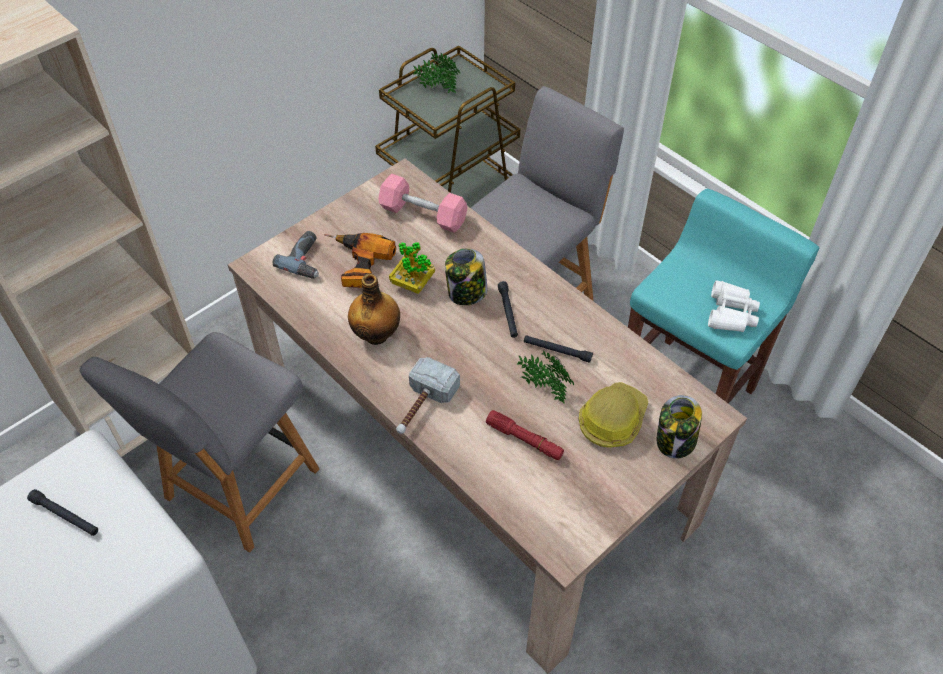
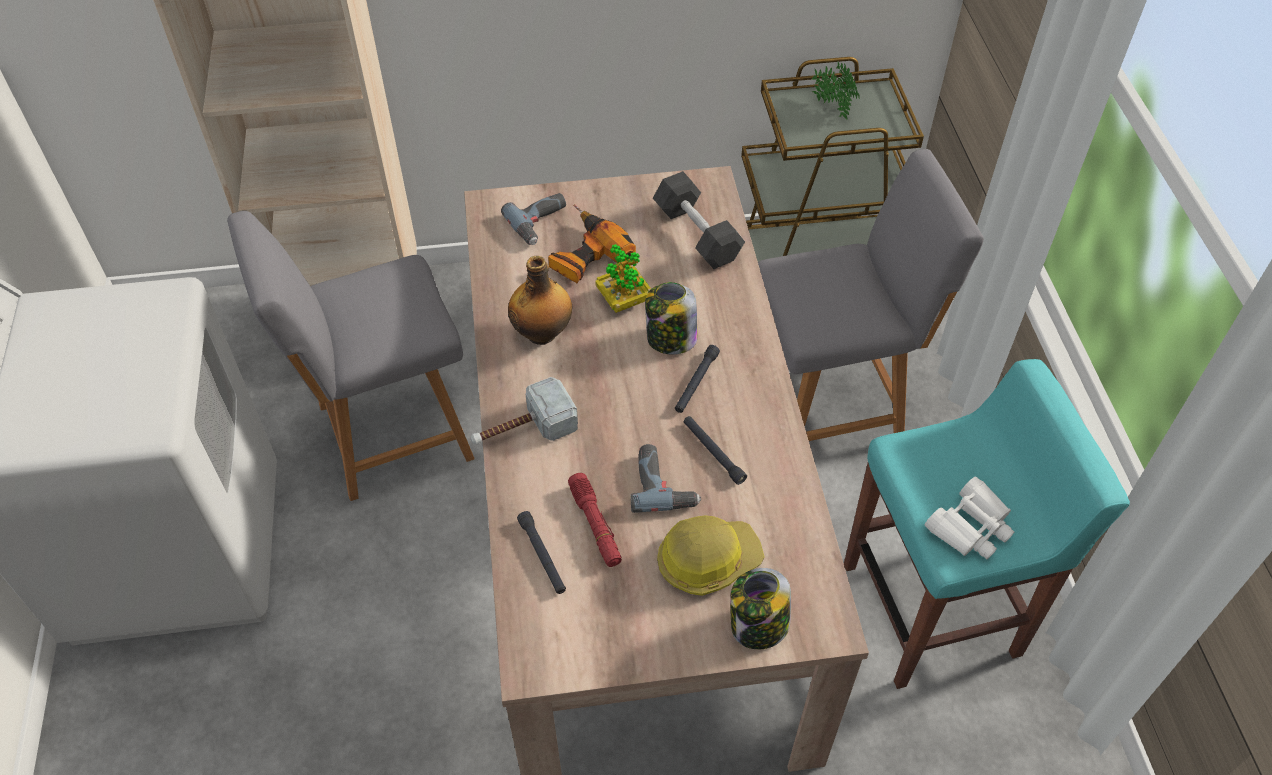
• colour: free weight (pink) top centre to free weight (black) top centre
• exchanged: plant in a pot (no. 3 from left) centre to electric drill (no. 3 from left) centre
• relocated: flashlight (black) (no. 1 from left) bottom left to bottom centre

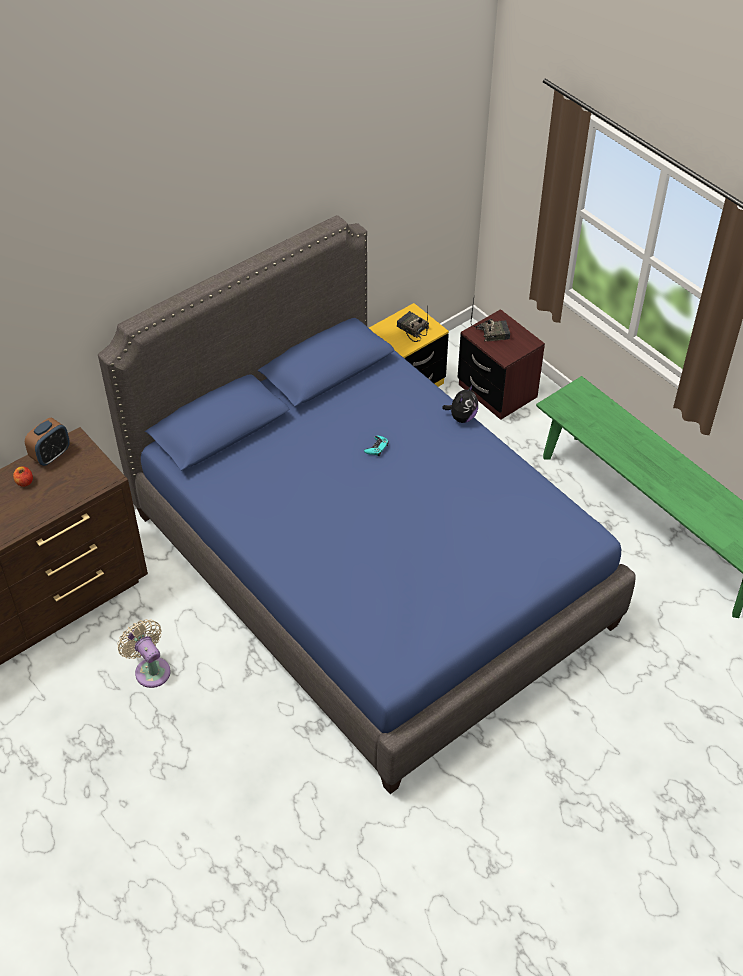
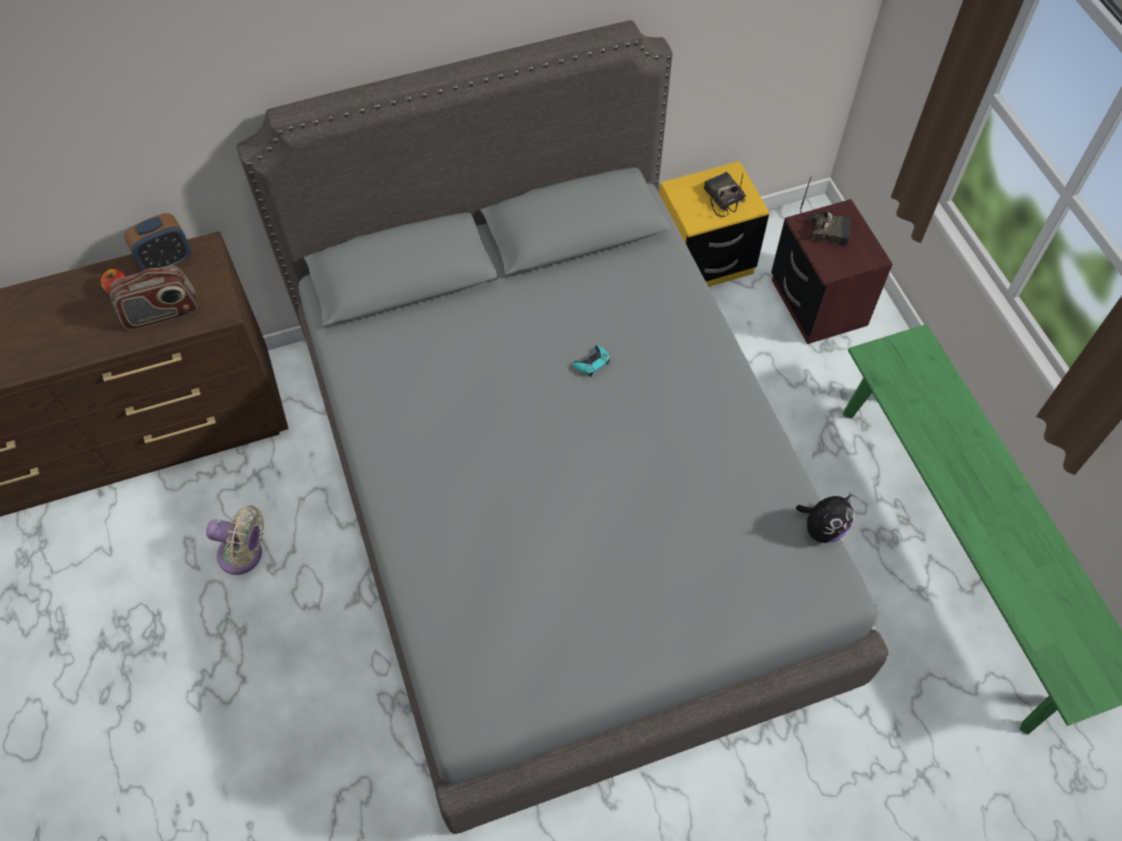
• colour: bedroom bed (bluish) centre to bedroom bed (gray) centre
• relocated: soft toy centre to middle right
• spun: fan (beige) bottom left = middle left 120 degrees clockwise
• appeared: radio receiver (no. 1 from left) middle left

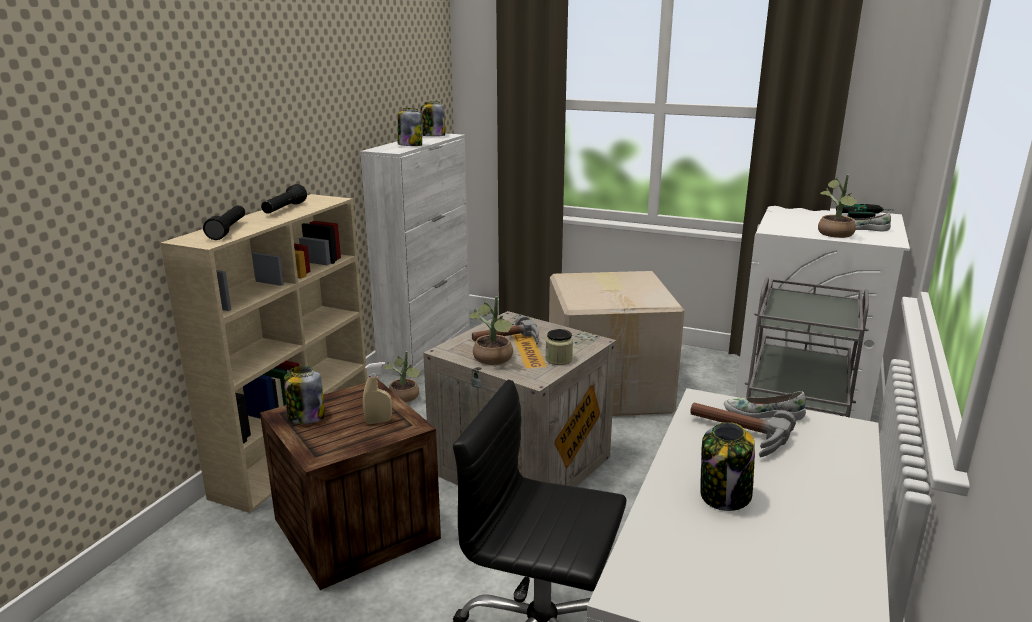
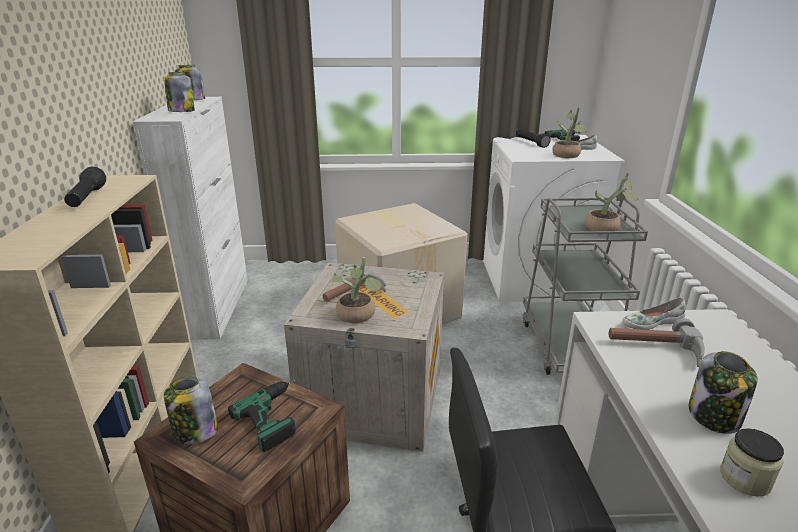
• relocated: flashlight (black) (no. 1 from left in the first image) middle left to flashlight (black) (no. 2 from left) top right
• relocated: preserve jar (no. 4 from left in the first image) centre to preserve jar (no. 5 from left) bottom right
• relocated: plant in a pot (no. 1 from left in the first image) centre to plant in a pot (no. 3 from left) middle right
• exchanged: hand sprayer (beige) centre to electric drill (no. 1 from left) bottom left

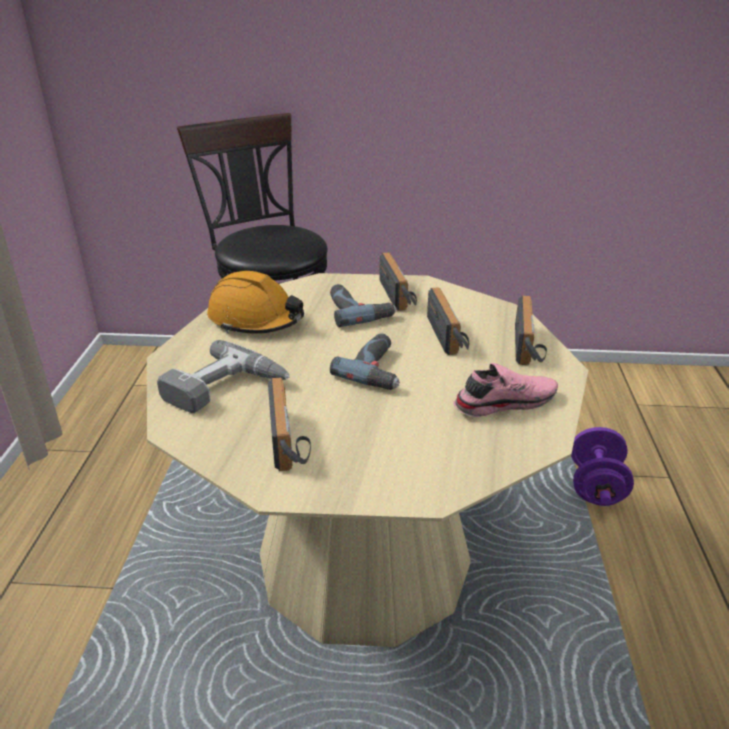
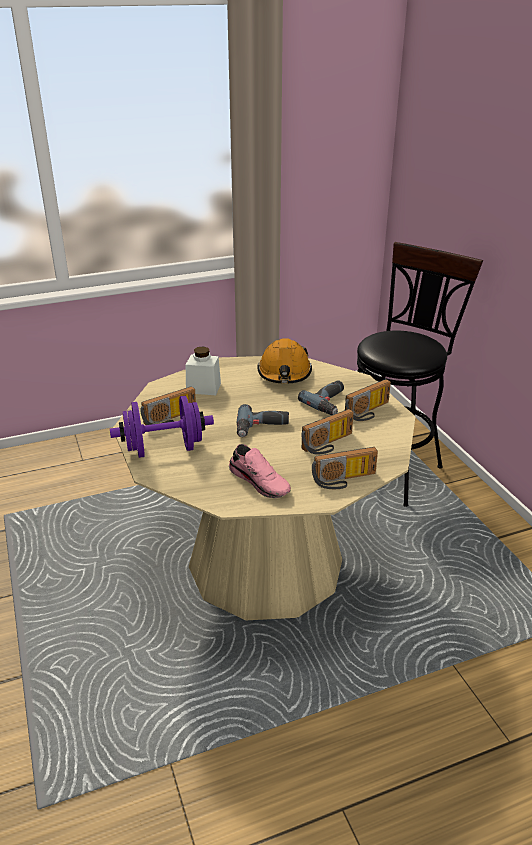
• exchanged: electric drill (no. 1 from left) middle left to preserve jar (white) centre
• relocated: free weight (purple-coloured) middle right to middle left

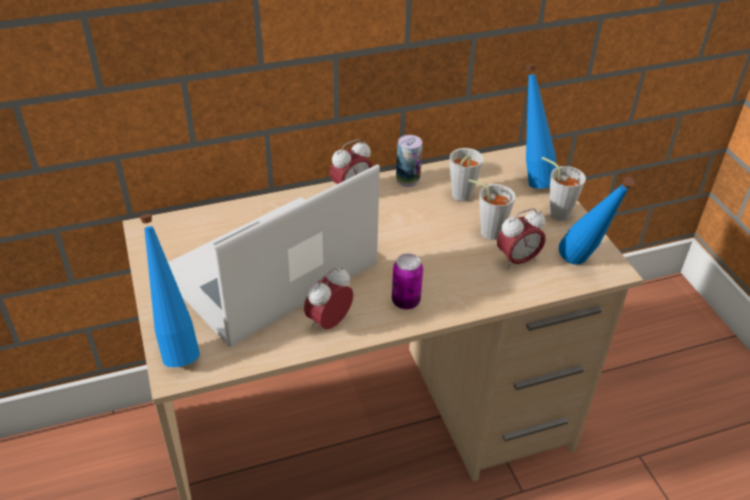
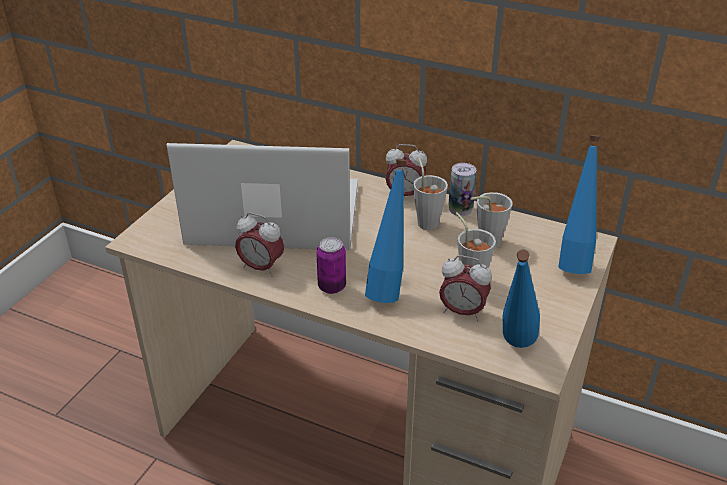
• relocated: drinking cup (gray) (no. 3 from left in the first image) middle right to drinking cup (gray) (no. 1 from left) centre
• relocated: bottle (bluish) (no. 1 from left) middle left to centre
• spun: alarm clock (no. 1 from left) centre = centre 150 degrees counterclockwise

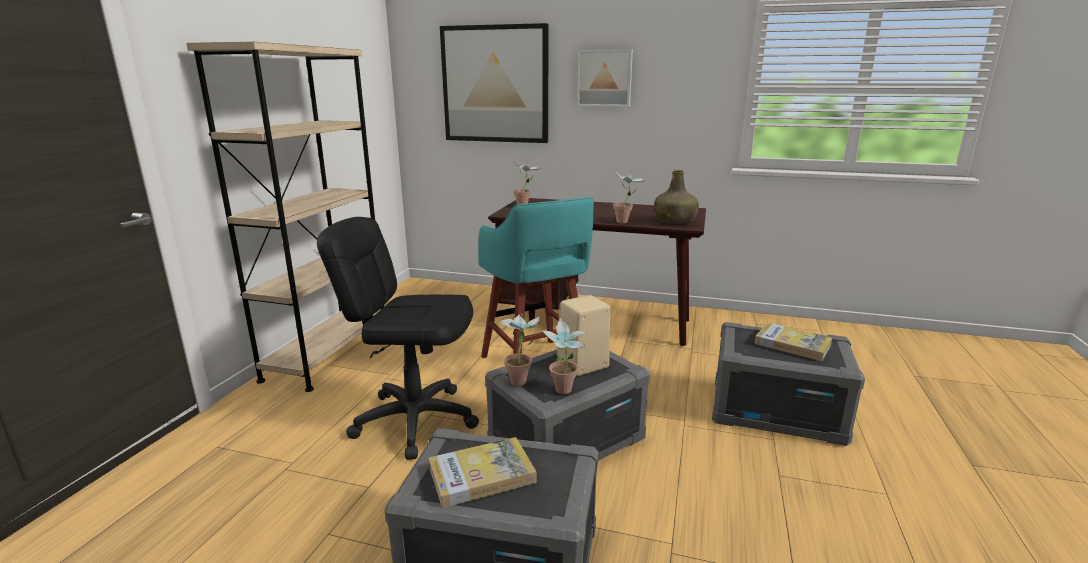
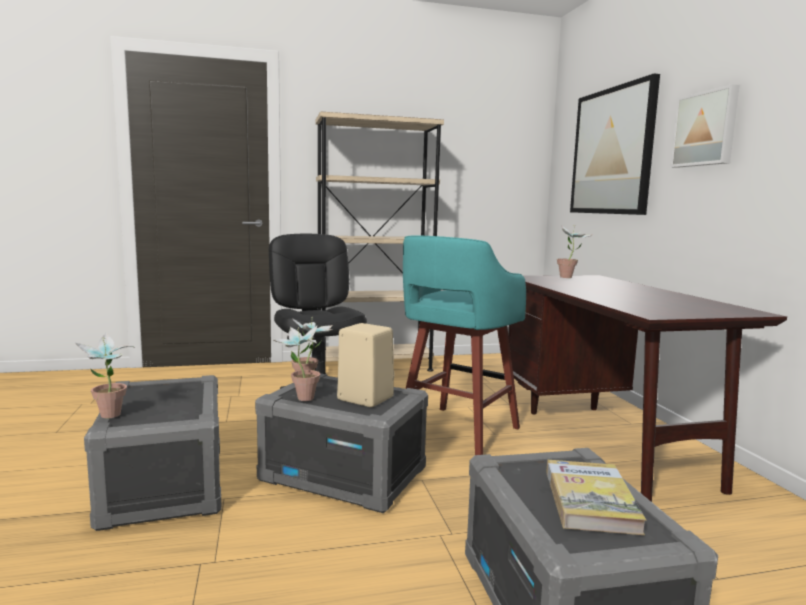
• missing: bottle (greenish) centre
• relocated: plant in a pot (no. 4 from left in the first image) centre to plant in a pot (no. 1 from left) middle left
• missing: book (no. 1 from left) bottom centre

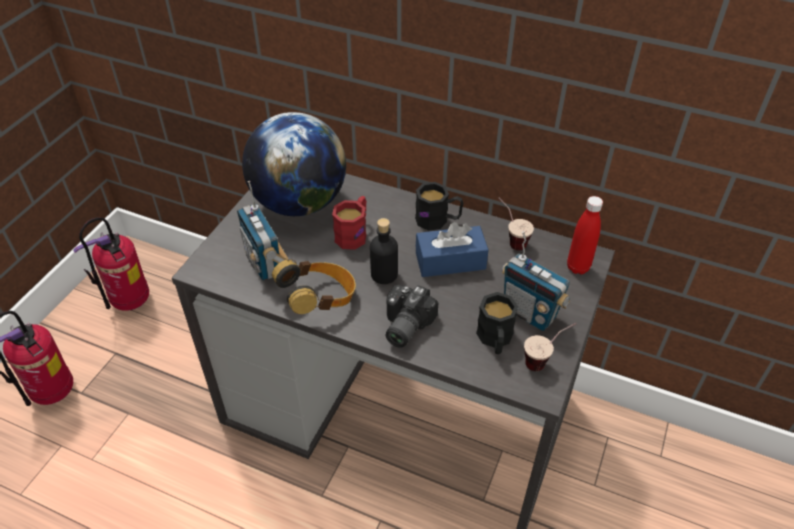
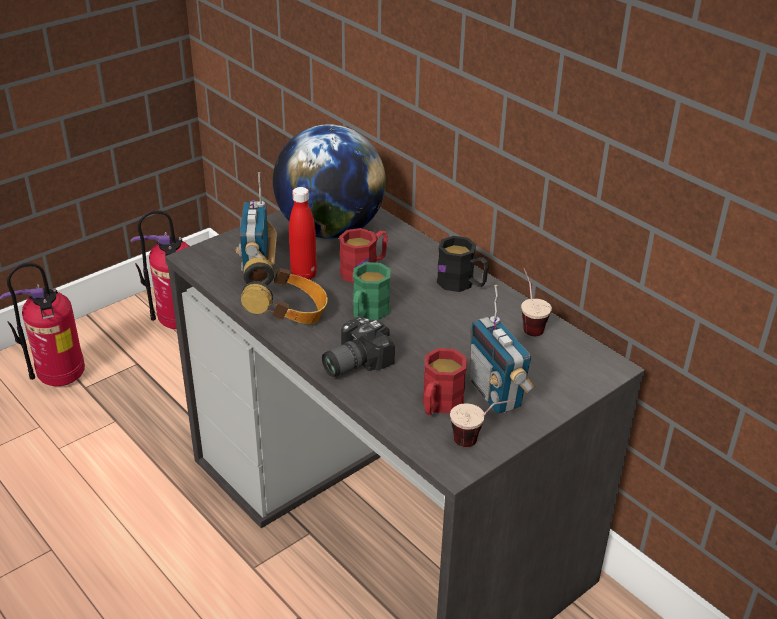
• relocated: bottle (reddish) middle right to centre
• exchanged: bottle (black) centre to mug (greenish) centre
• missing: tissue holder (bluish) centre
• colour: mug (black) (no. 2 from left) centre to mug (reddish) (no. 2 from left) centre

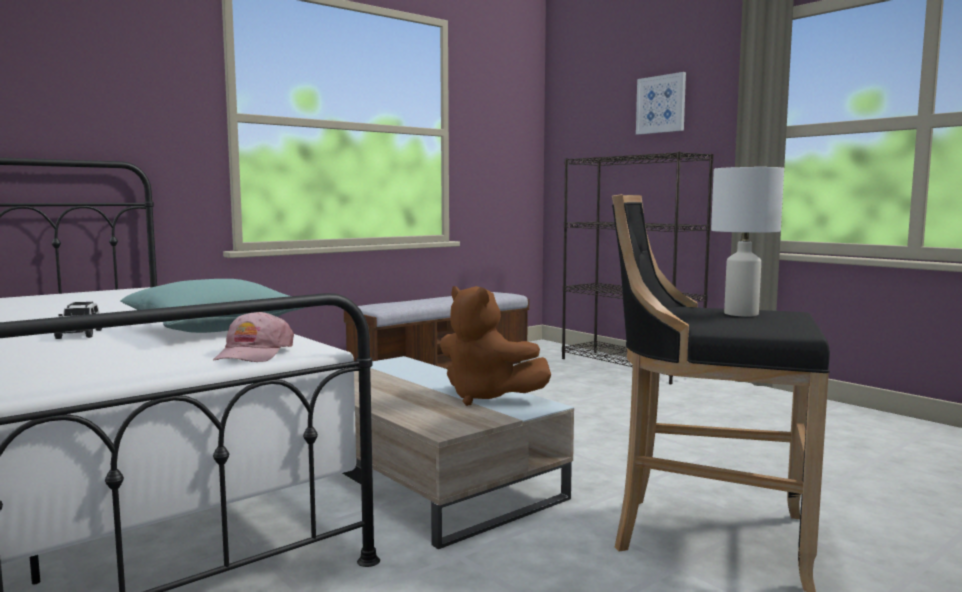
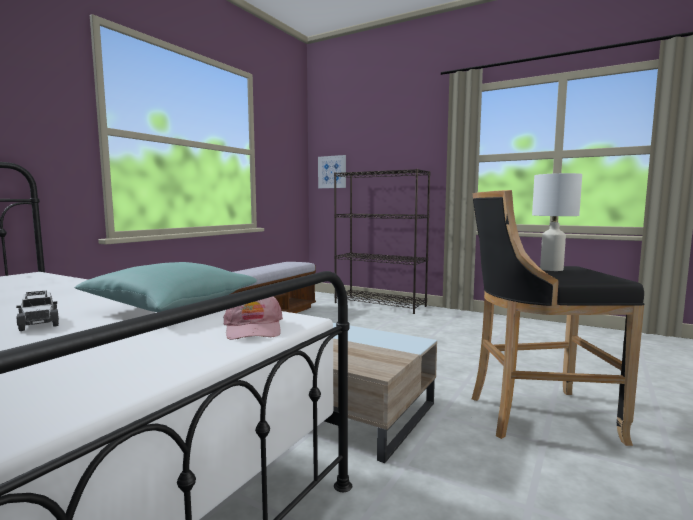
• relocated: wall picture top right to top centre
• missing: soft toy (brown-coloured) centre

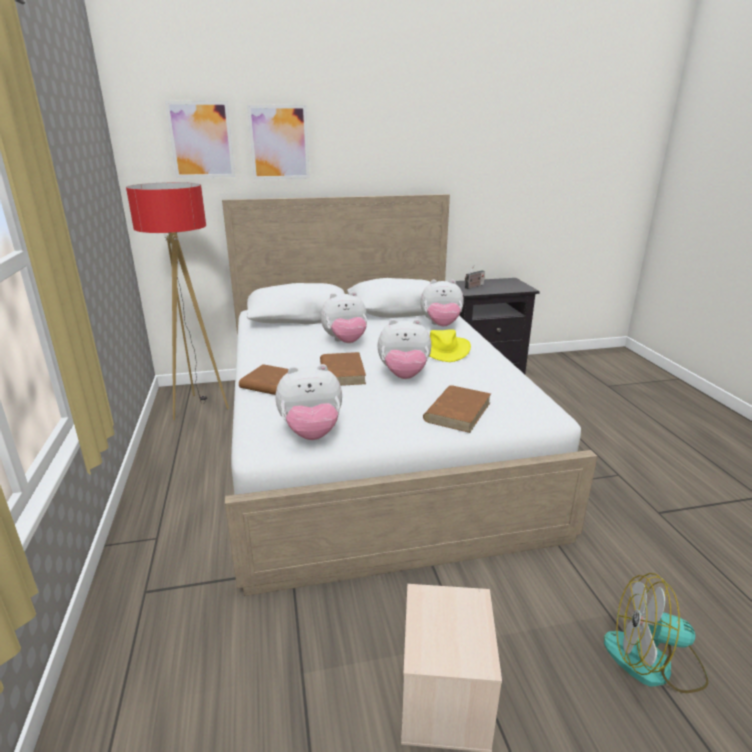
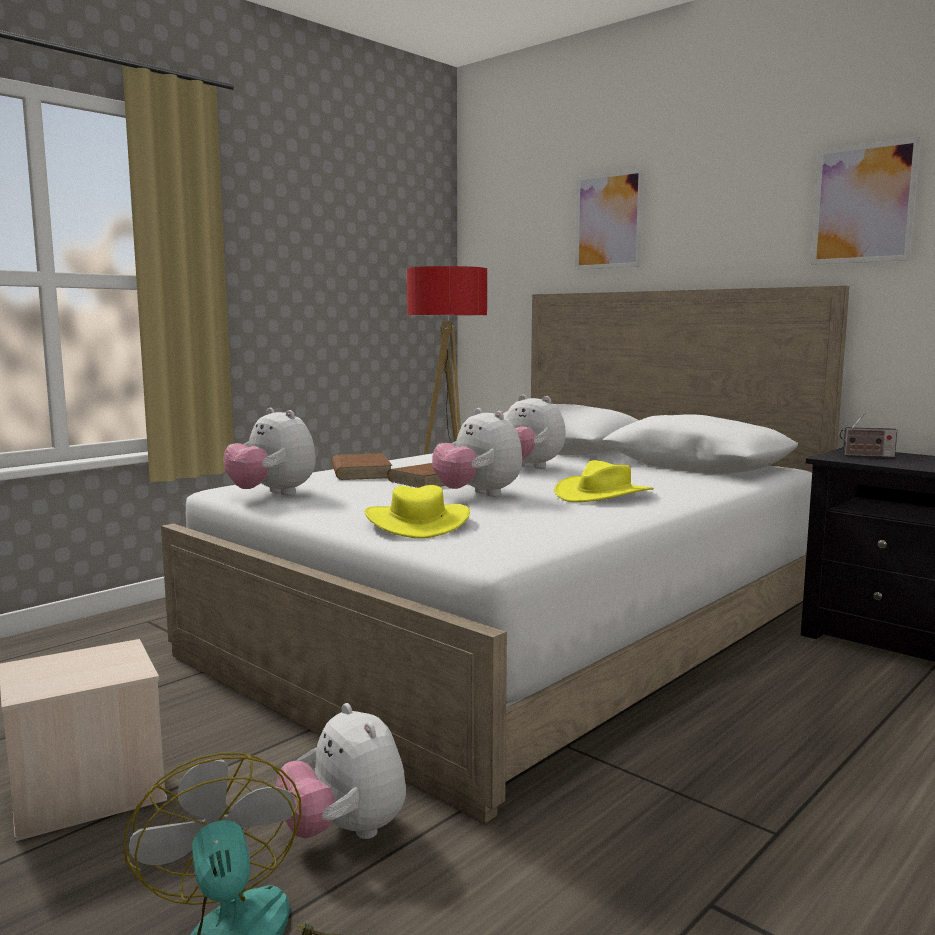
• relocated: wall picture (no. 1 from left in the first image) top left to wall picture (no. 2 from left) top right
• relocated: soft toy (no. 4 from left in the first image) centre to soft toy (no. 2 from left) bottom centre
• exchanged: book (brown-coloured) (no. 3 from left) centre to hat (yellowish) (no. 1 from left) centre

